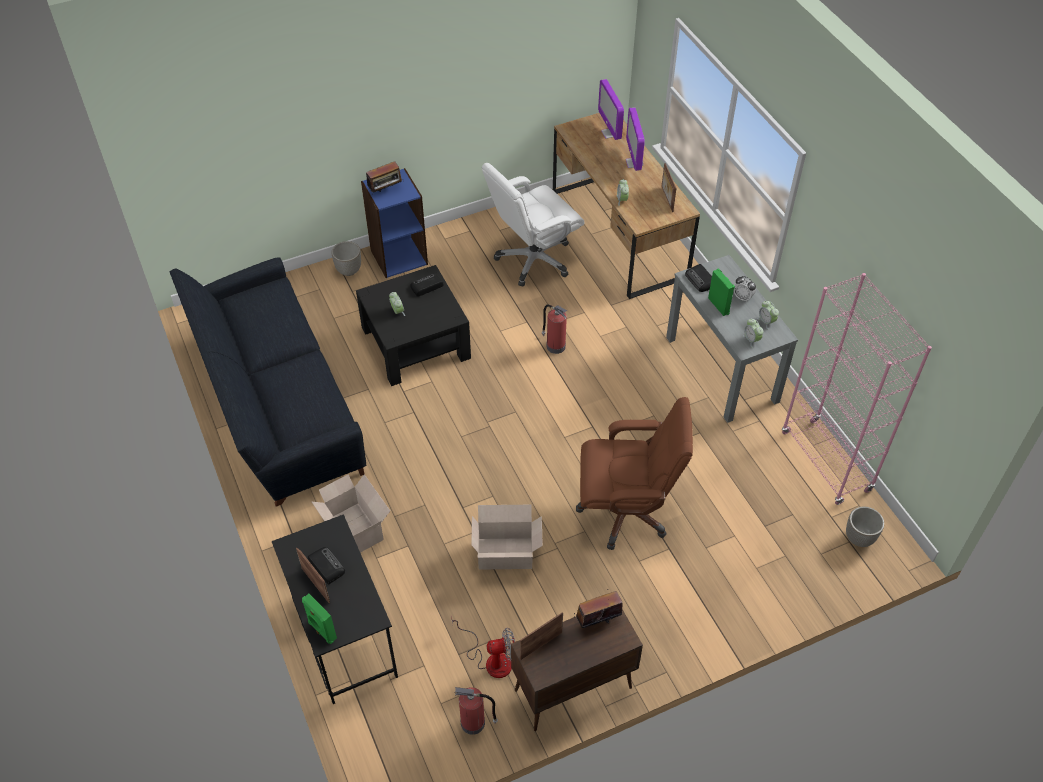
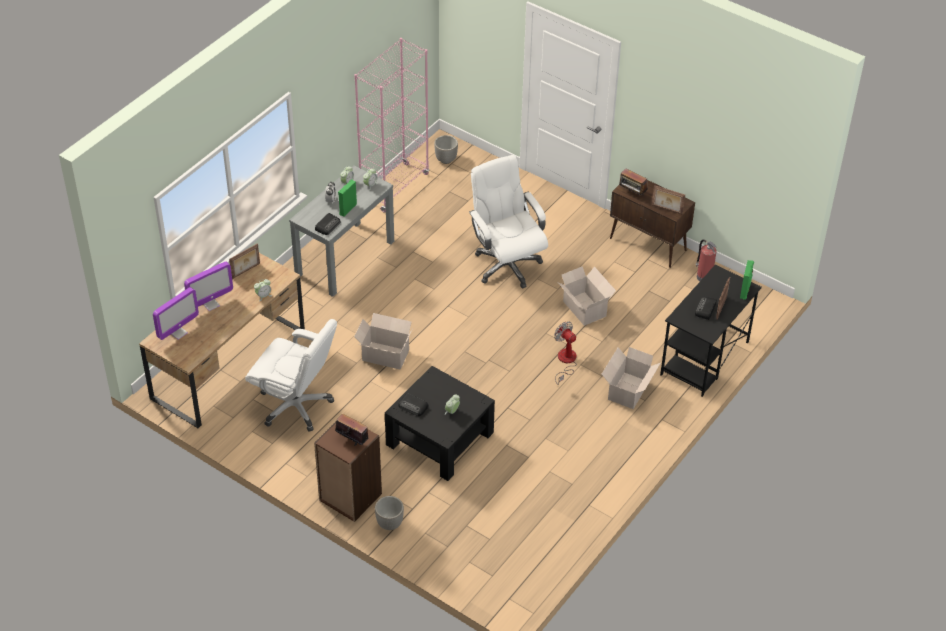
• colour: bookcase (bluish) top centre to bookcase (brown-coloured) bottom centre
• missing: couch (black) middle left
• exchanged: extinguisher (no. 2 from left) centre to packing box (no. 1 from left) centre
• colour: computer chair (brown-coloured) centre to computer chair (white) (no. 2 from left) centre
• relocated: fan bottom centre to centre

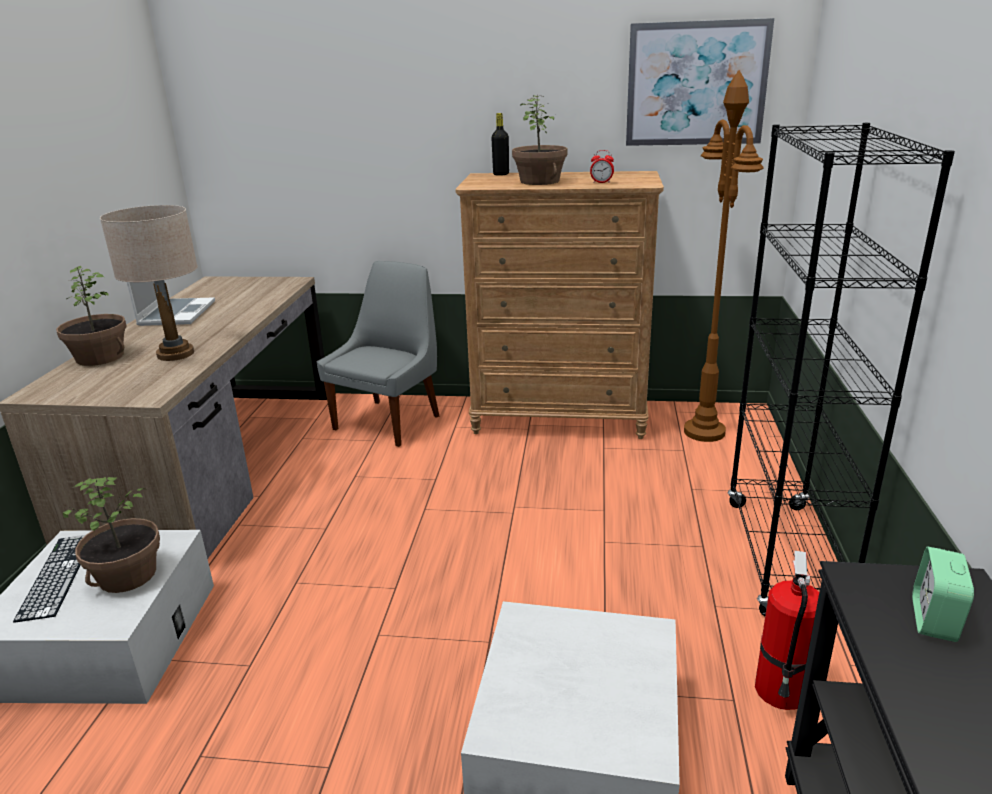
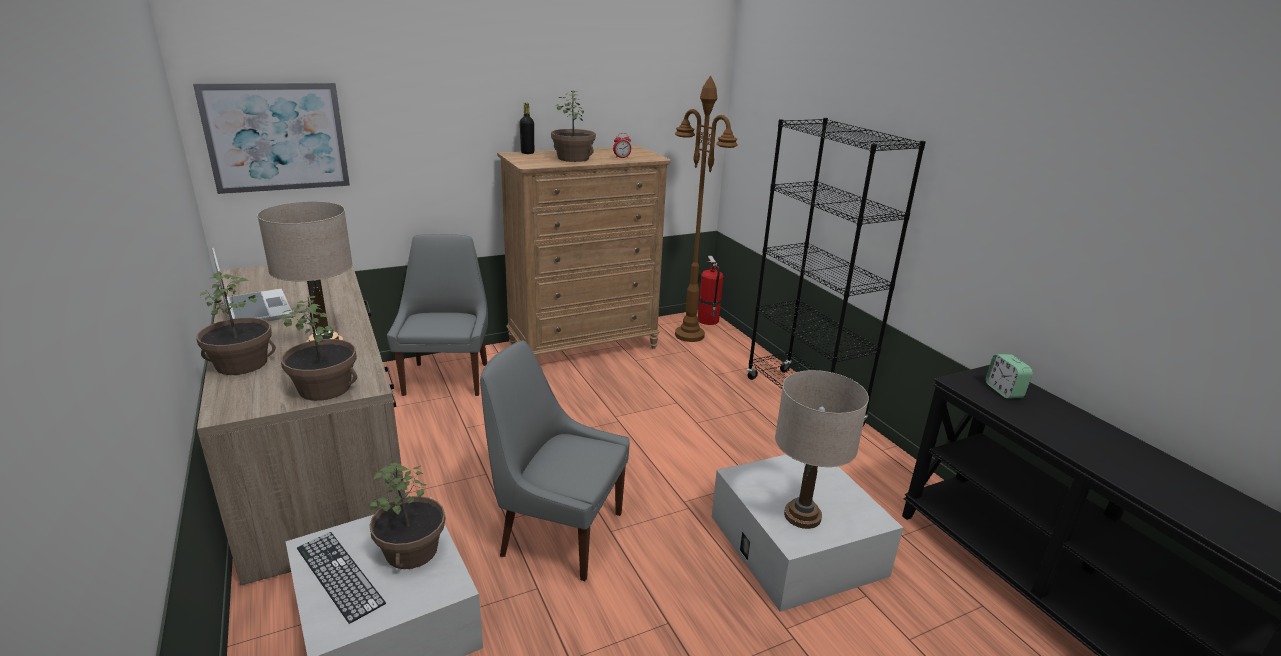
• relocated: wall picture top right to top left
• relocated: extinguisher bottom right to centre
• appeared: plant in a pot (no. 2 from left) middle left
• appeared: upright chair (gray) (no. 2 from left) bottom centre
• appeared: table lamp (beige) (no. 2 from left) bottom centre

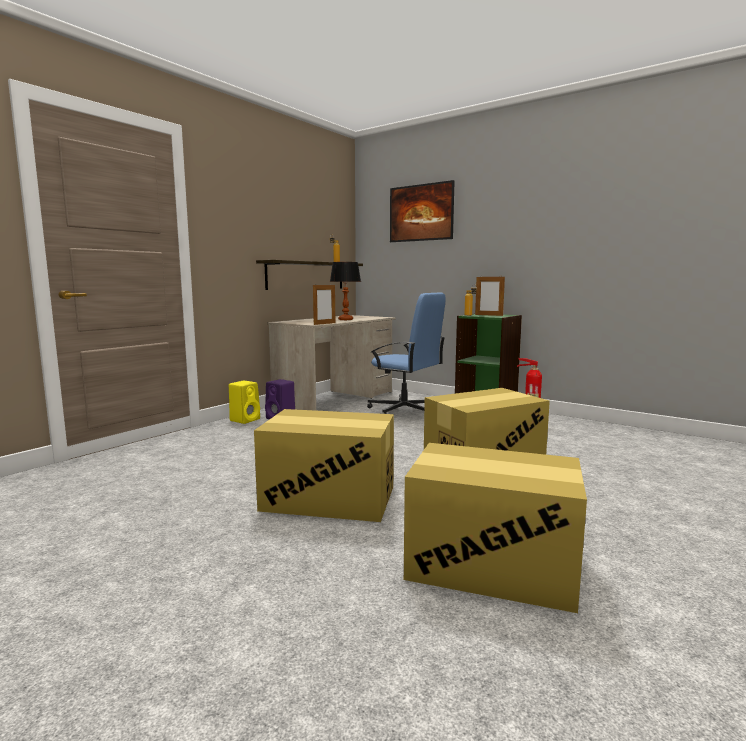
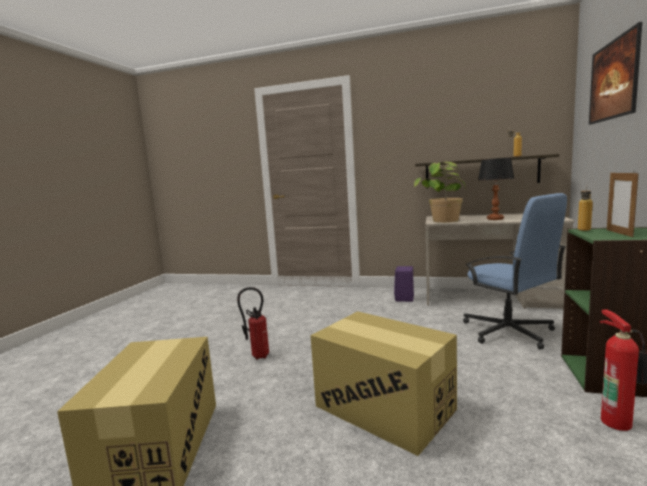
• exchanged: standing frame (no. 1 from left) centre to plant in a pot middle right
• spun: computer chair (bluish) centre = middle right 45 degrees counterclockwise
• missing: audio speaker (yellowish) middle left
• exchanged: packing box (no. 1 from left) centre to extinguisher (no. 1 from left) centre

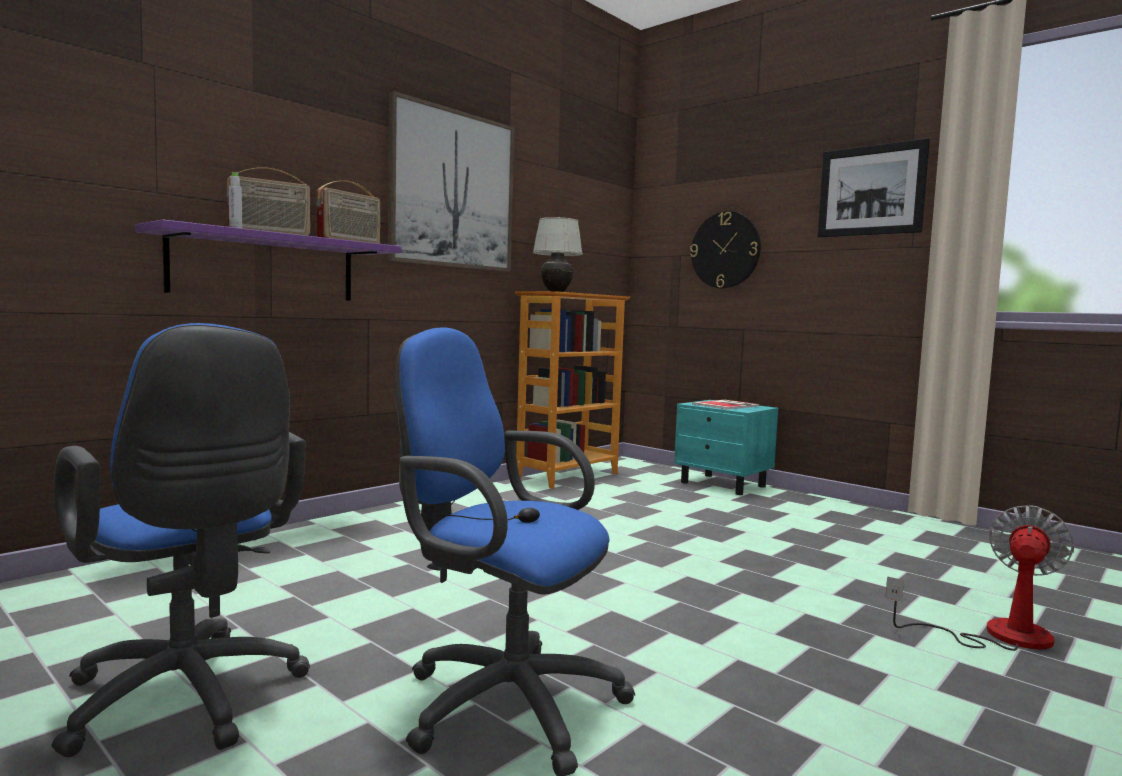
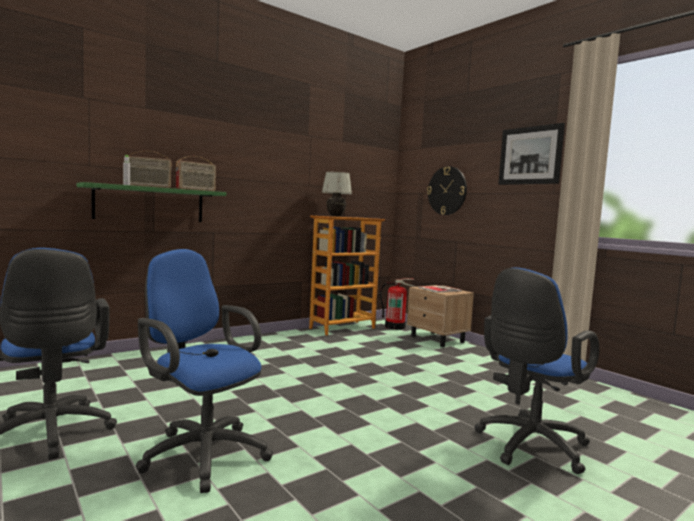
• missing: wall picture (no. 1 from left) top centre
• colour: bracket shelf (purple-coloured) middle left to bracket shelf (greenish) middle left
• colour: night table (turquoise-coloured) centre to night table (beige) centre
• exchanged: fan bottom right to computer chair (bluish) (no. 3 from left) bottom right
• appeared: extinguisher centre

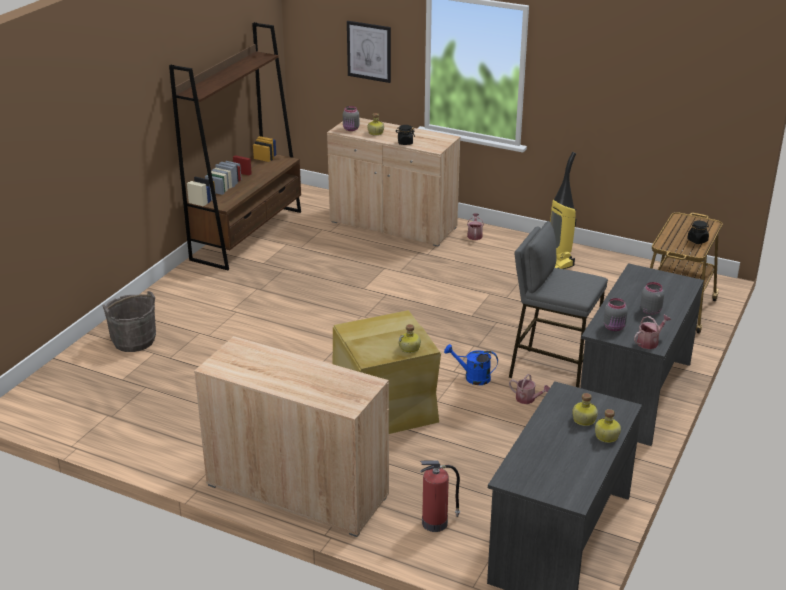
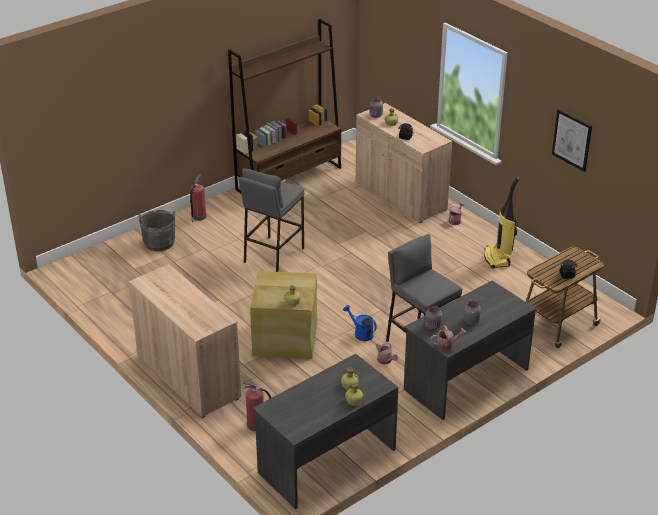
• relocated: wall picture top centre to top right
• appeared: sitting stool (gray) (no. 1 from left) centre
• appeared: extinguisher (no. 1 from left) middle left

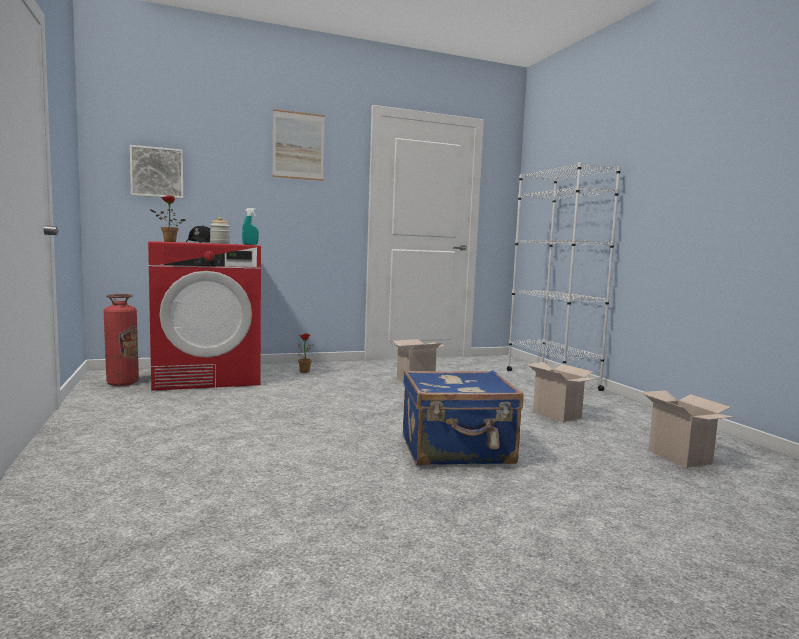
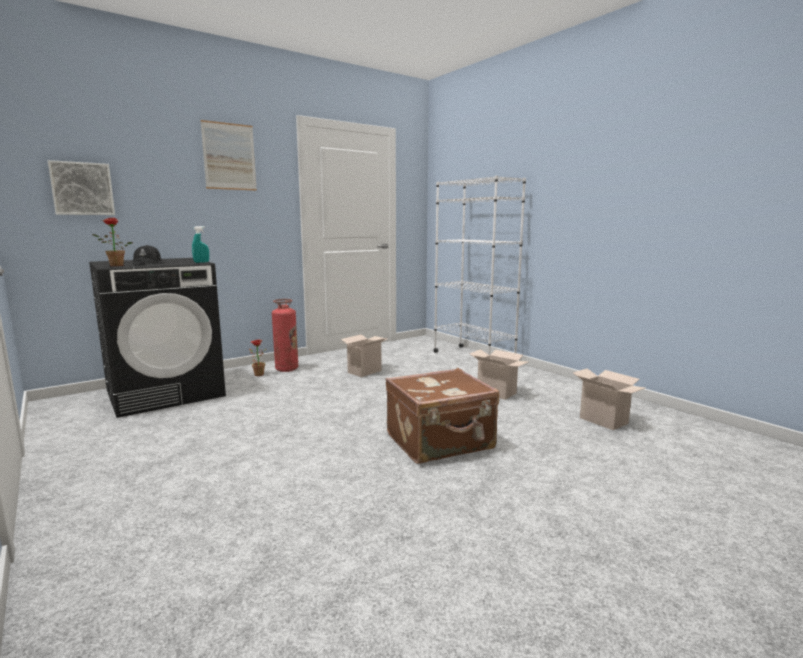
• missing: preserve jar middle left
• colour: laundry appliance (reddish) middle left to laundry appliance (black) middle left
• relocated: extinguisher middle left to centre
• colour: suitcase (bluish) centre to suitcase (brown-coloured) centre

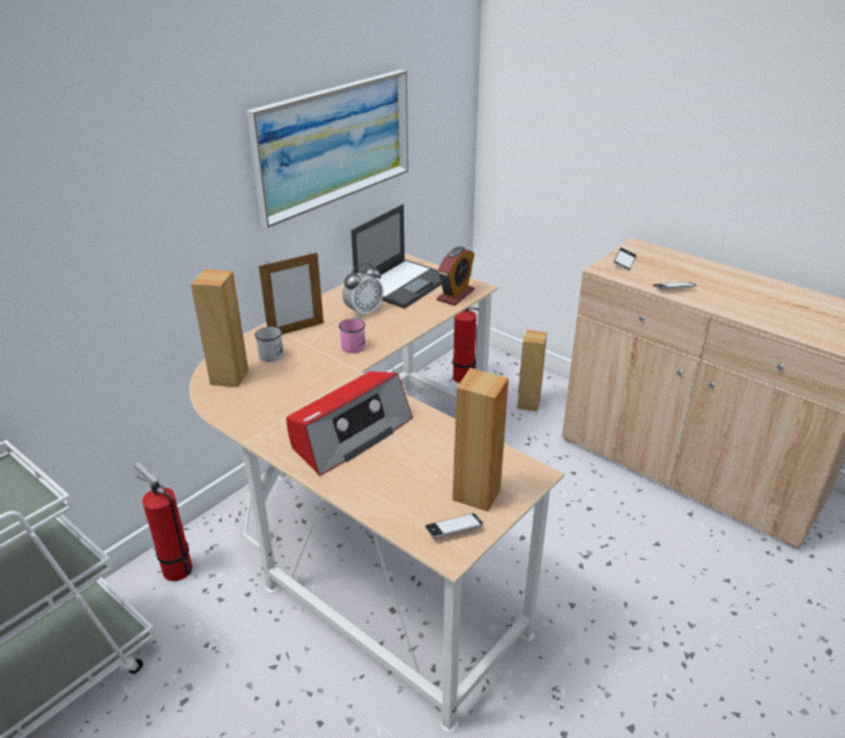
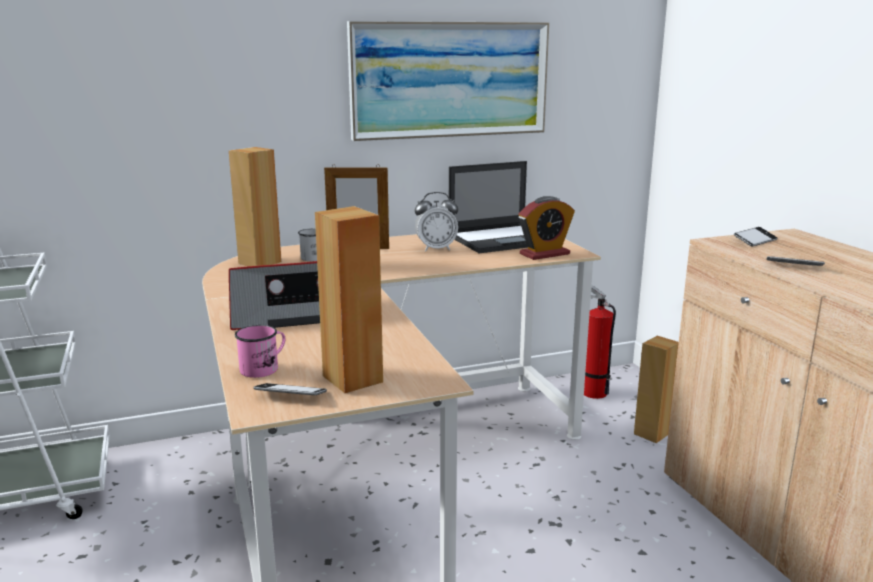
• relocated: mug (pink) centre to middle left
• missing: extinguisher (no. 1 from left) bottom left

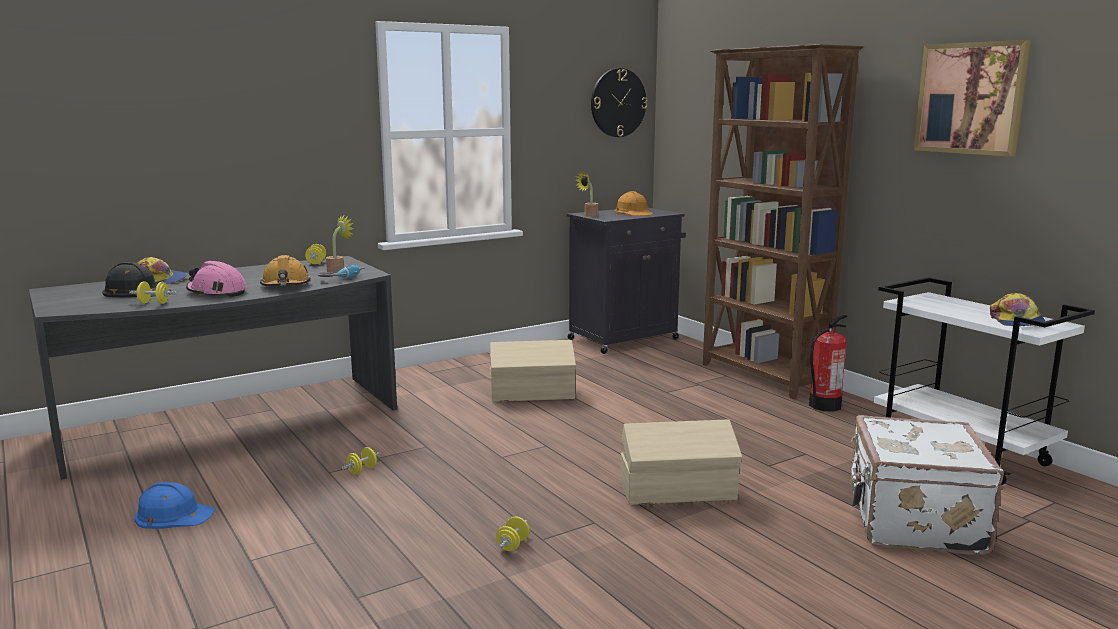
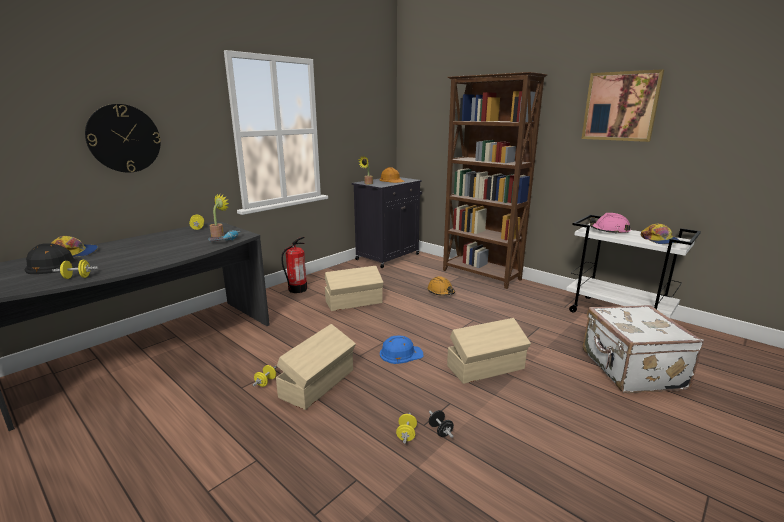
• relocated: hanging clock top centre to top left
• relocated: hard hat (orange) (no. 1 from left in the first image) middle left to hard hat (orange) (no. 2 from left) centre
• relocated: hard hat (pink) middle left to middle right
• relocated: extinguisher middle right to centre
• relocated: hard hat (bluish) bottom left to bottom centre
• appeared: storage box (beige) (no. 1 from left) bottom centre
• appeared: free weight (black) bottom centre

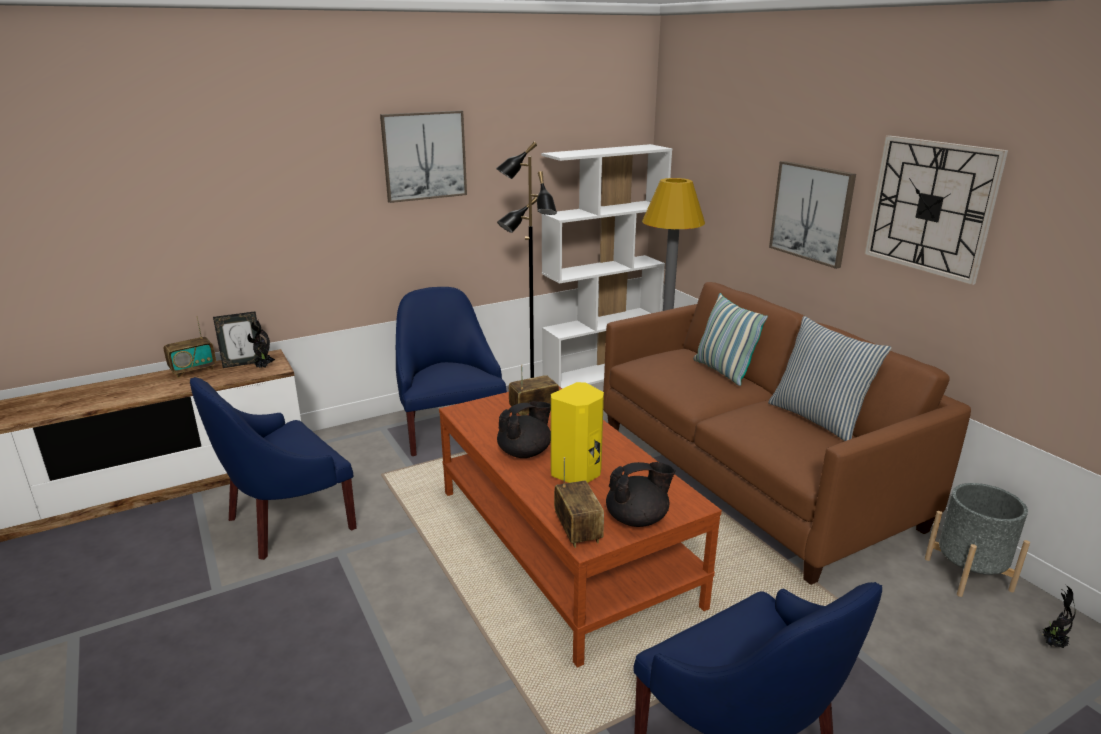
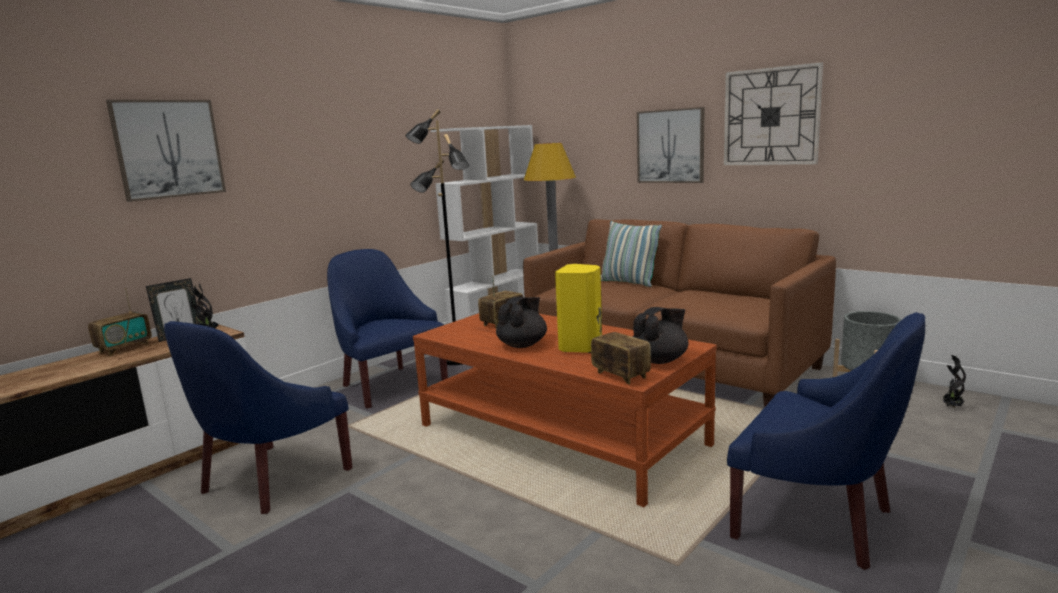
• relocated: wall picture (no. 1 from left) top centre to top left
• missing: throw pillow (no. 2 from left) middle right

